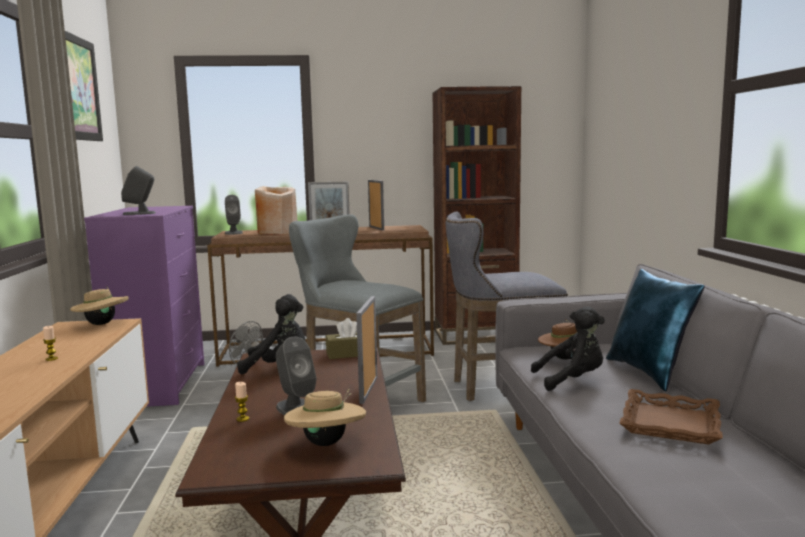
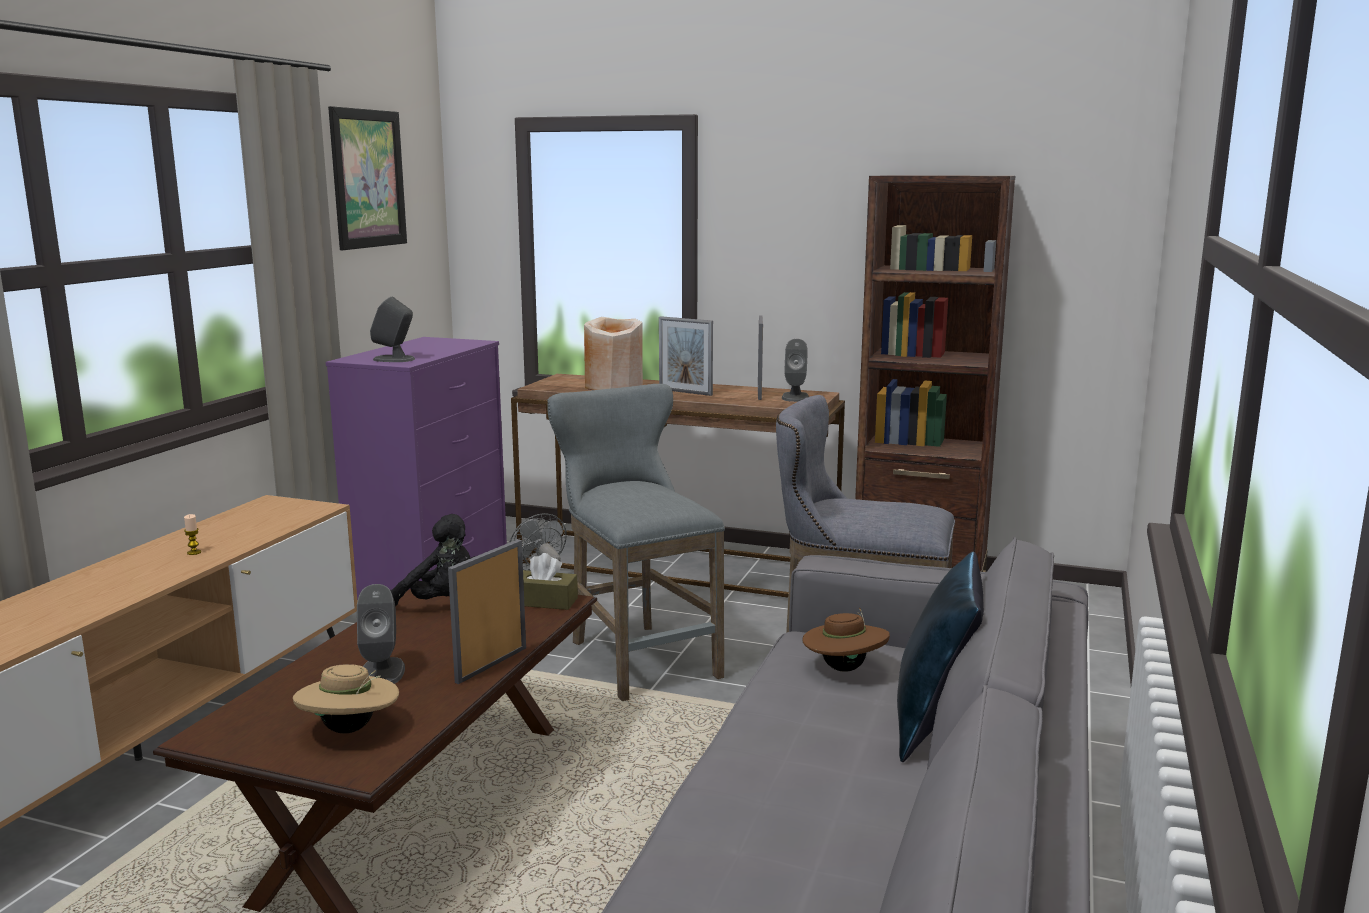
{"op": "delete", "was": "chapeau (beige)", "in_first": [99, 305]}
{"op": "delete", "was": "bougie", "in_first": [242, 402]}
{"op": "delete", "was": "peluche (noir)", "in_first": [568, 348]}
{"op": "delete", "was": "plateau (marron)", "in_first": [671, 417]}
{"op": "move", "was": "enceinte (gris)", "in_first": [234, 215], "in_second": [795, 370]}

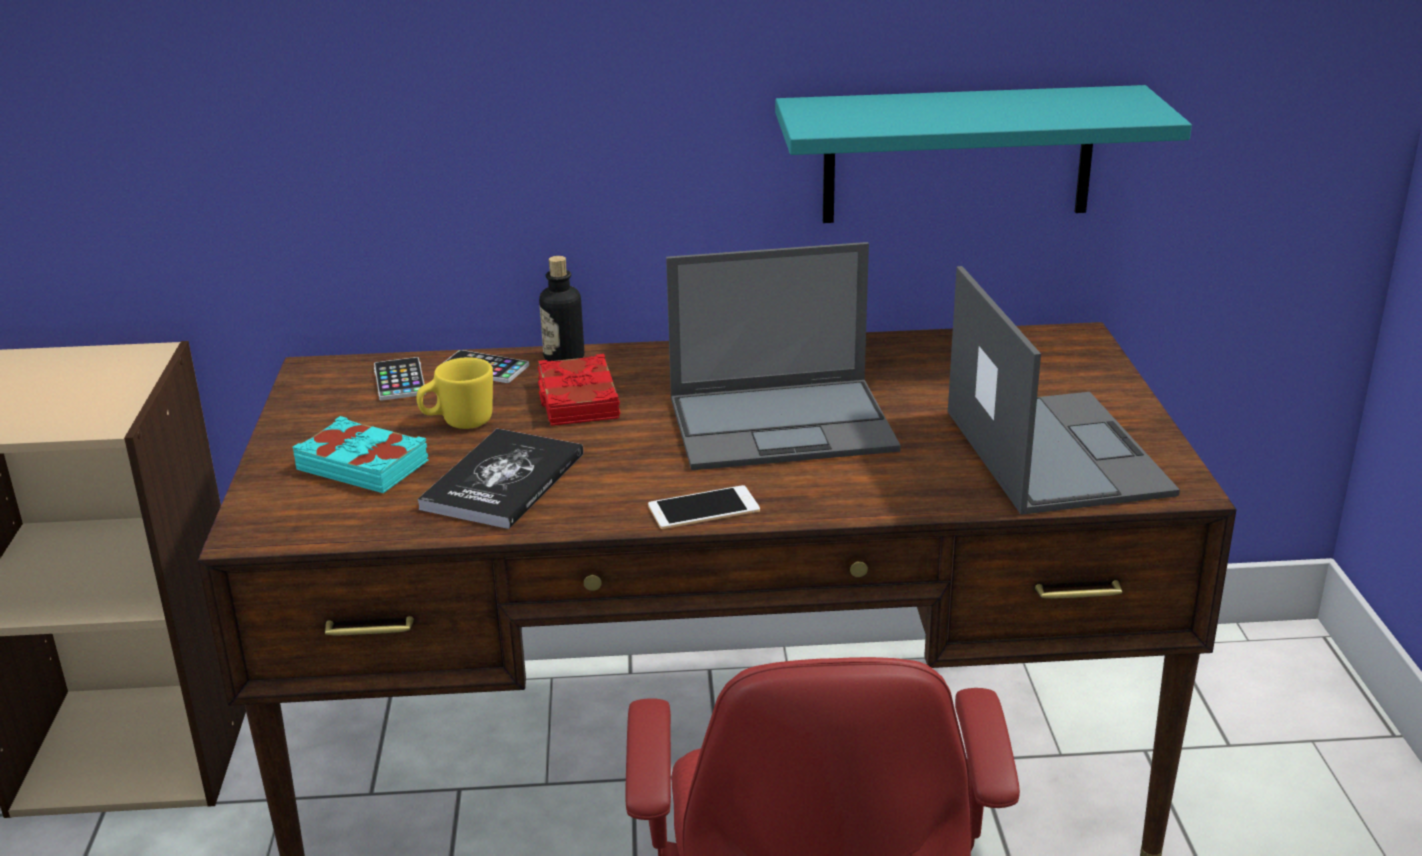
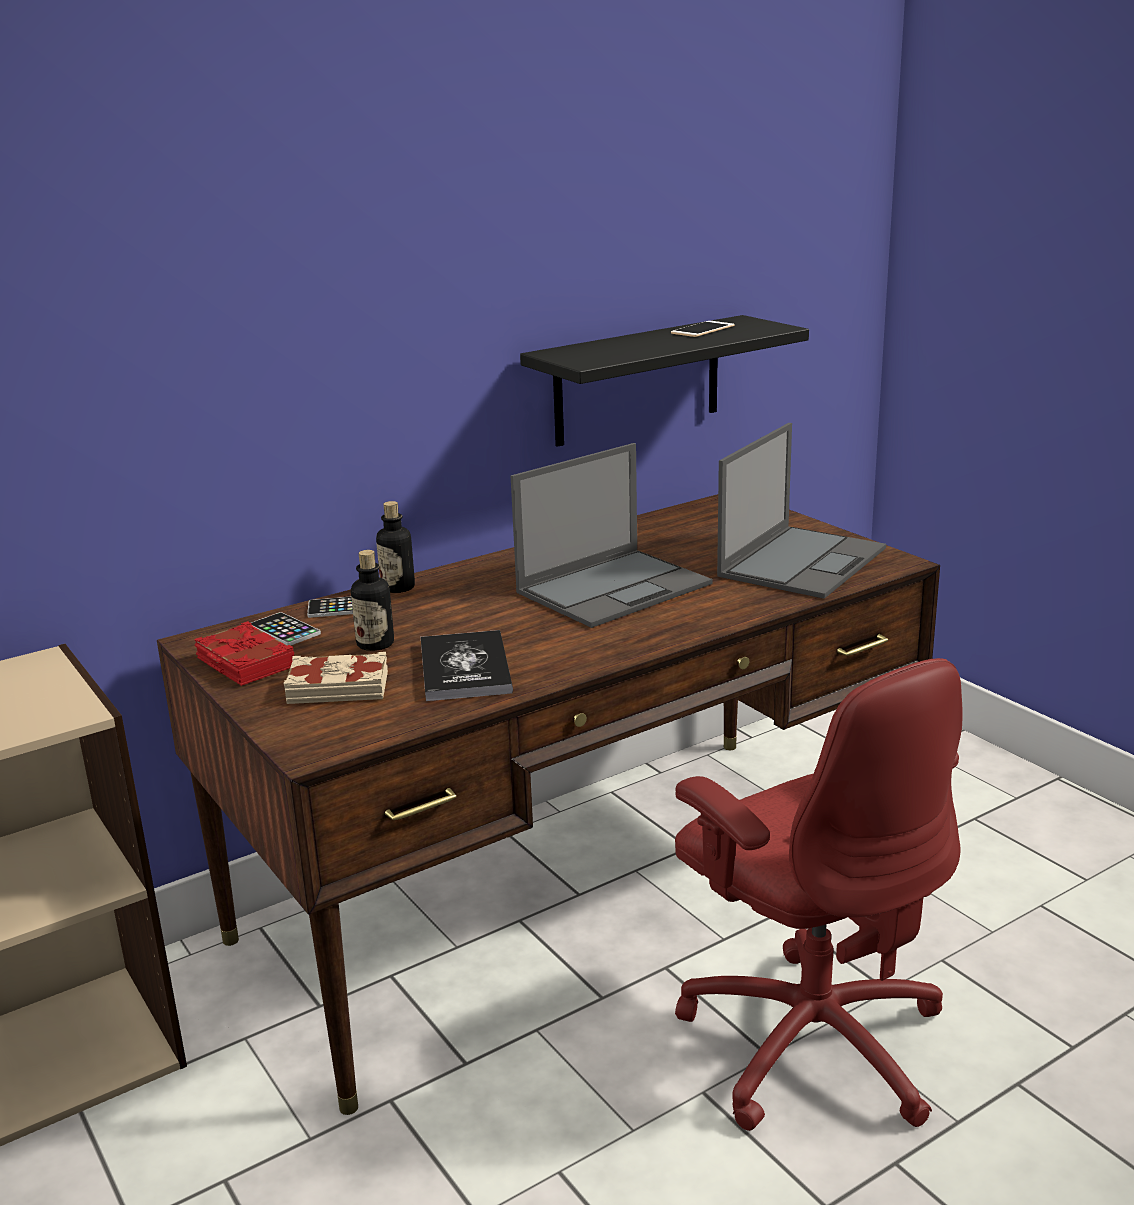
{"op": "move", "was": "livre (rouge)", "in_first": [579, 390], "in_second": [244, 653]}
{"op": "move", "was": "téléphone", "in_first": [704, 507], "in_second": [702, 329]}
{"op": "replace", "was": "mug (jaune)", "now": "bouteille", "in_first": [454, 393], "in_second": [372, 600]}
{"op": "recolor", "was": "livre (turquoise)", "now": "livre (beige)", "in_first": [360, 454], "in_second": [335, 678]}
{"op": "recolor", "was": "étagère (turquoise)", "now": "étagère (noir)", "in_first": [983, 154], "in_second": [664, 381]}
{"op": "rotate", "was": "ordinateur portable", "in_first": [1064, 390], "in_second": [801, 511], "clockwise": 75}

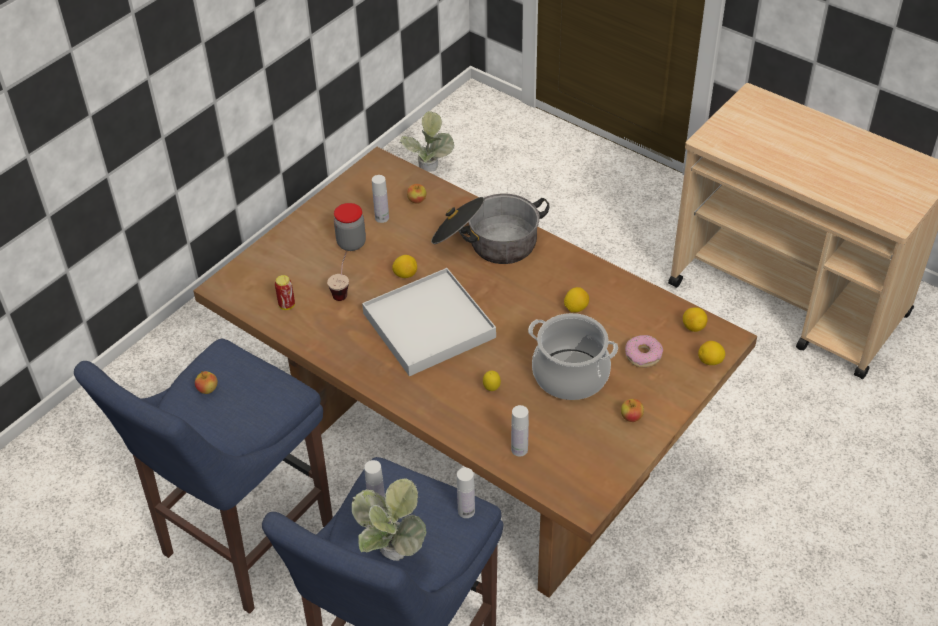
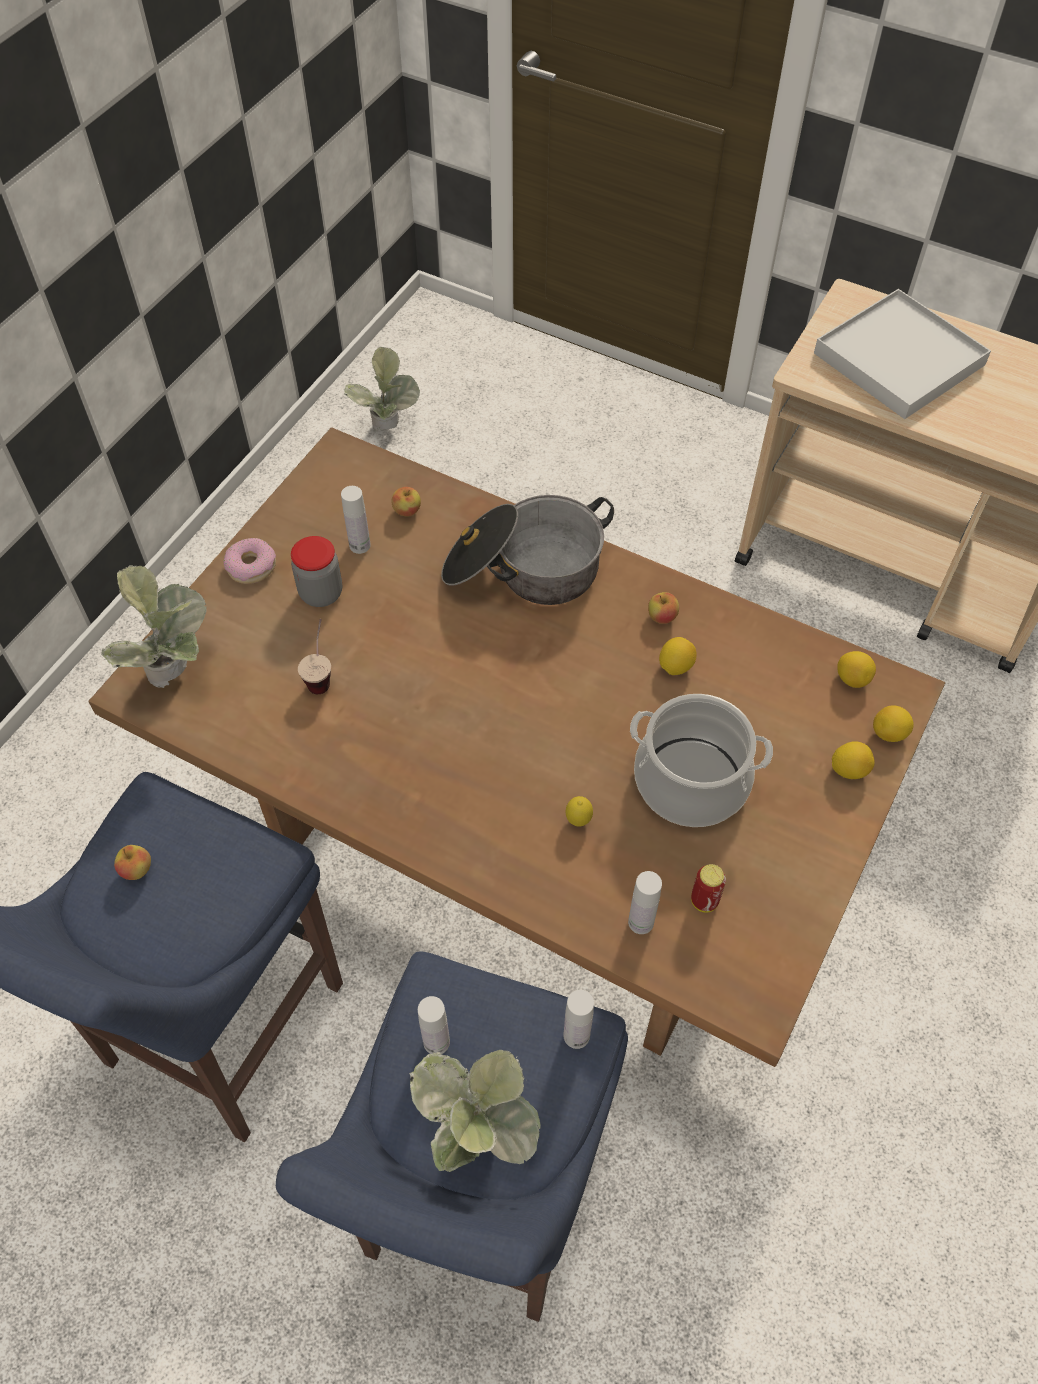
{"op": "insert", "now": "plante en pot", "in_second": [154, 625]}
{"op": "move", "was": "boîte métallique", "in_first": [285, 292], "in_second": [708, 888]}
{"op": "move", "was": "plateau (blanc)", "in_first": [429, 322], "in_second": [902, 354]}
{"op": "move", "was": "citron", "in_first": [404, 266], "in_second": [853, 760]}
{"op": "move", "was": "pomme", "in_first": [632, 410], "in_second": [663, 608]}
{"op": "move", "was": "beignet", "in_first": [644, 351], "in_second": [249, 561]}

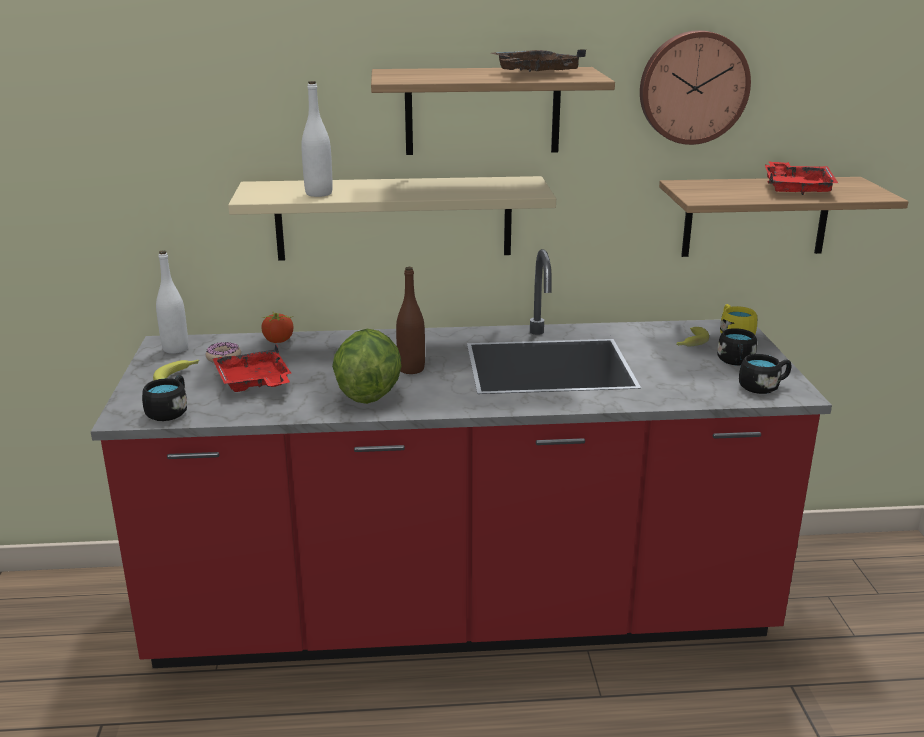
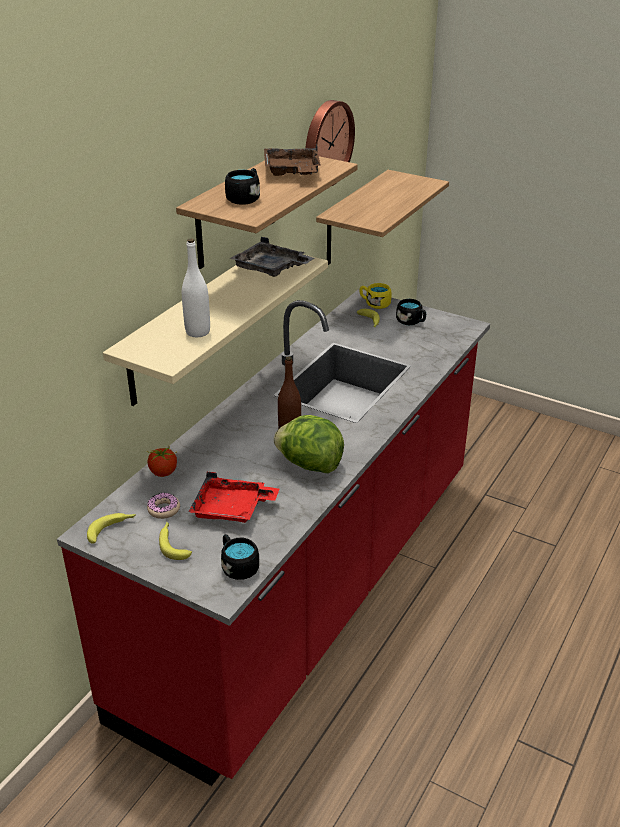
{"op": "delete", "was": "plateau (rouge)", "in_first": [801, 178]}
{"op": "insert", "now": "plateau (gris)", "in_second": [272, 256]}
{"op": "move", "was": "mug (noir)", "in_first": [765, 374], "in_second": [242, 186]}
{"op": "replace", "was": "bouteille (blanc)", "now": "banane", "in_first": [172, 302], "in_second": [111, 528]}

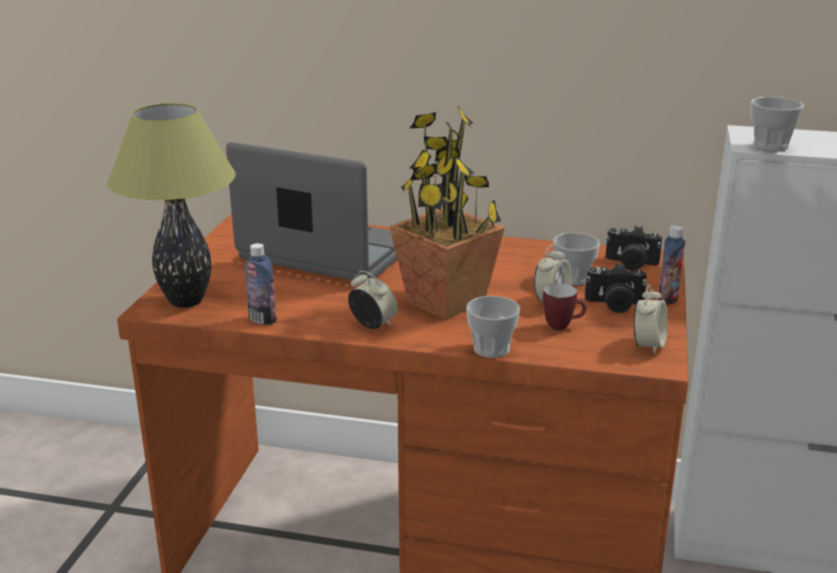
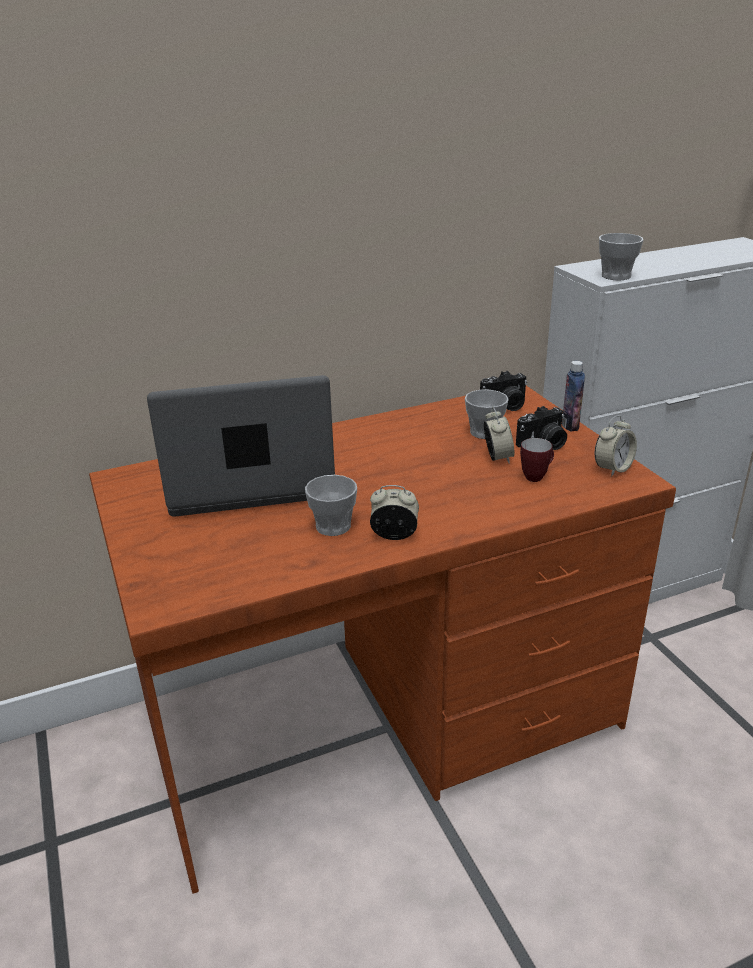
{"op": "delete", "was": "lampe de table", "in_first": [172, 205]}
{"op": "delete", "was": "bouteille", "in_first": [260, 284]}
{"op": "delete", "was": "plante en pot", "in_first": [447, 213]}
{"op": "move", "was": "tasse", "in_first": [493, 327], "in_second": [331, 505]}
{"op": "rotate", "was": "réveil", "in_first": [651, 320], "in_second": [616, 446], "clockwise": 60}

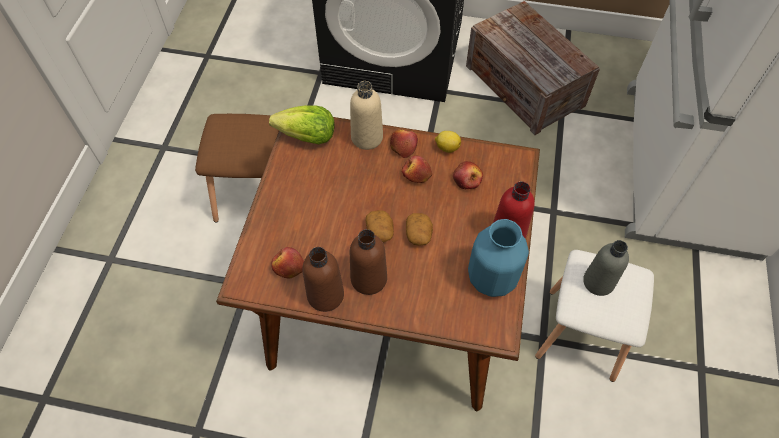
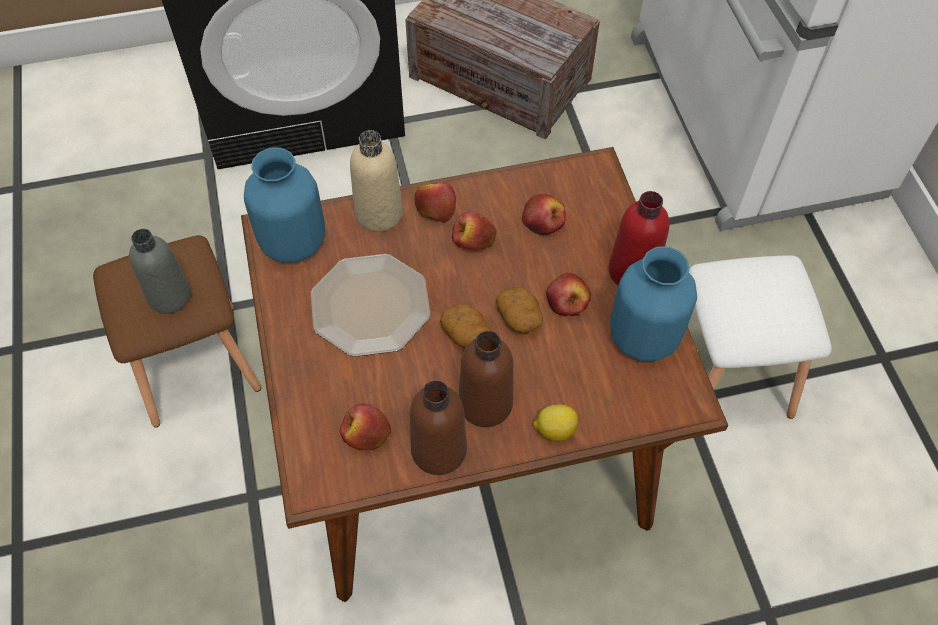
{"op": "insert", "now": "assiette", "in_second": [370, 305]}
{"op": "insert", "now": "pomme", "in_second": [568, 294]}
{"op": "move", "was": "citron", "in_first": [448, 142], "in_second": [555, 422]}
{"op": "move", "was": "bouteille (gris)", "in_first": [606, 268], "in_second": [160, 271]}
{"op": "replace", "was": "laitue", "now": "vase (bleu)", "in_first": [302, 124], "in_second": [284, 205]}

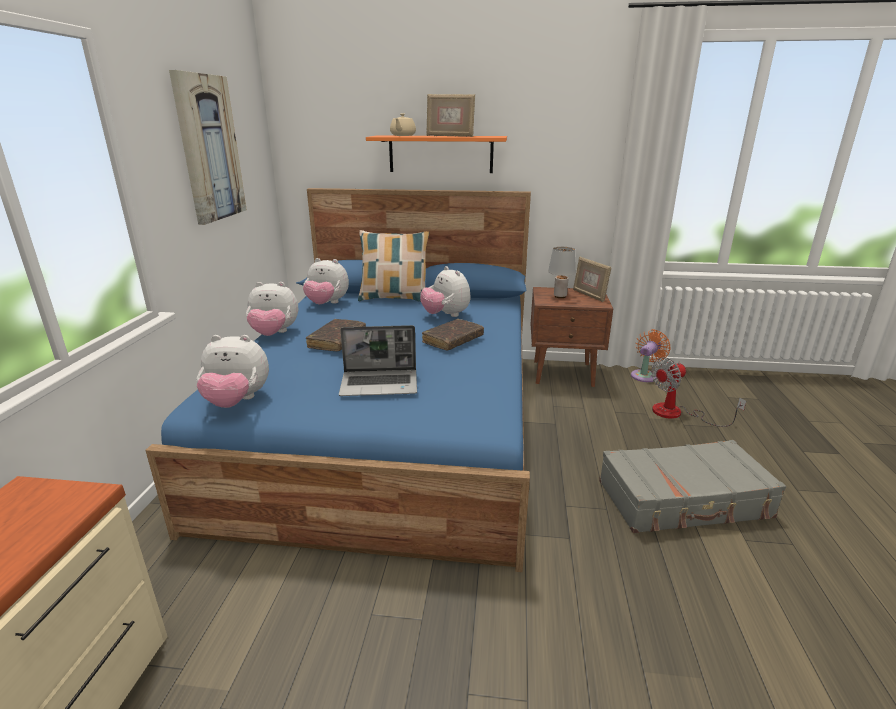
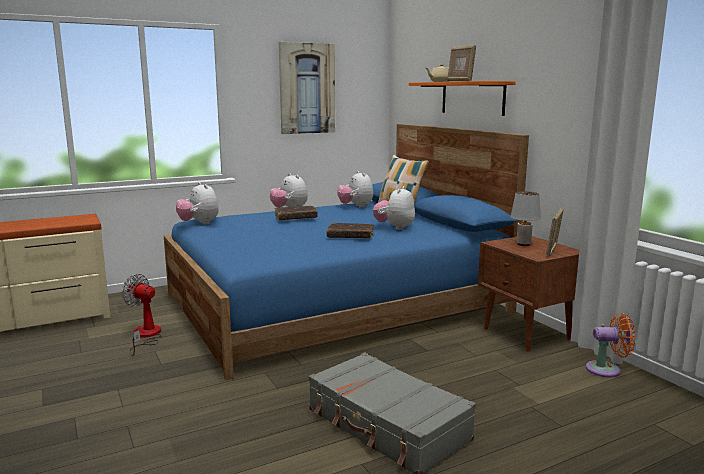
{"op": "delete", "was": "ordinateur portable", "in_first": [378, 360]}
{"op": "move", "was": "ventilateur", "in_first": [698, 392], "in_second": [142, 315]}

